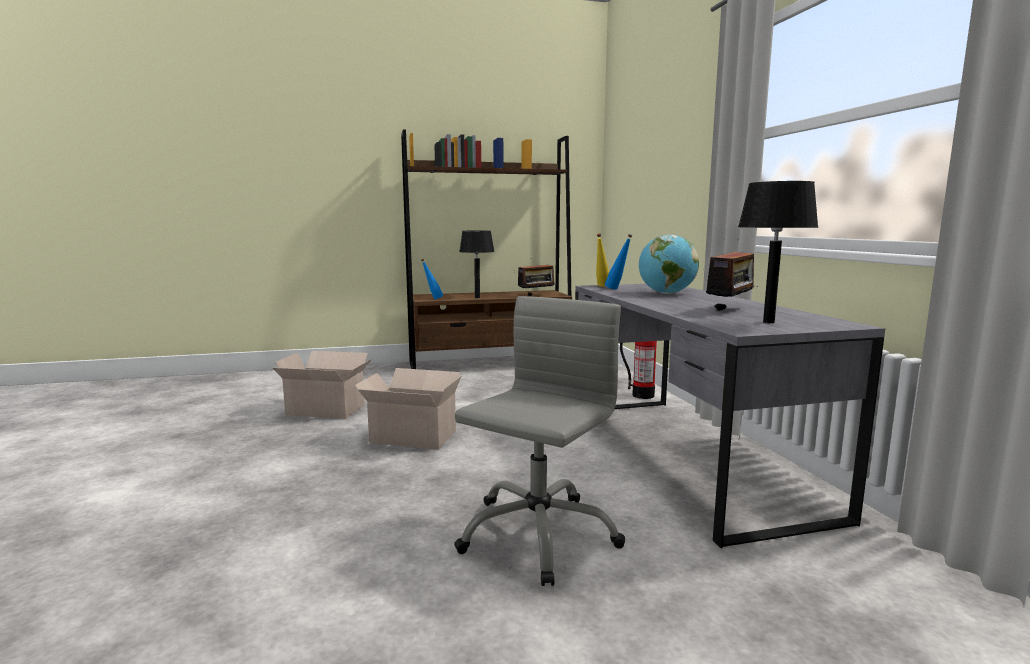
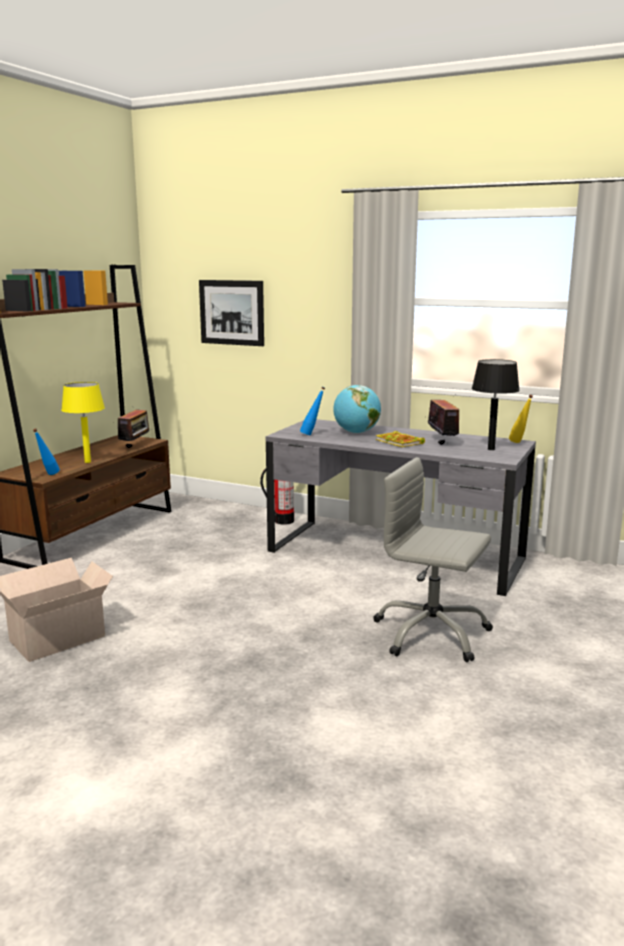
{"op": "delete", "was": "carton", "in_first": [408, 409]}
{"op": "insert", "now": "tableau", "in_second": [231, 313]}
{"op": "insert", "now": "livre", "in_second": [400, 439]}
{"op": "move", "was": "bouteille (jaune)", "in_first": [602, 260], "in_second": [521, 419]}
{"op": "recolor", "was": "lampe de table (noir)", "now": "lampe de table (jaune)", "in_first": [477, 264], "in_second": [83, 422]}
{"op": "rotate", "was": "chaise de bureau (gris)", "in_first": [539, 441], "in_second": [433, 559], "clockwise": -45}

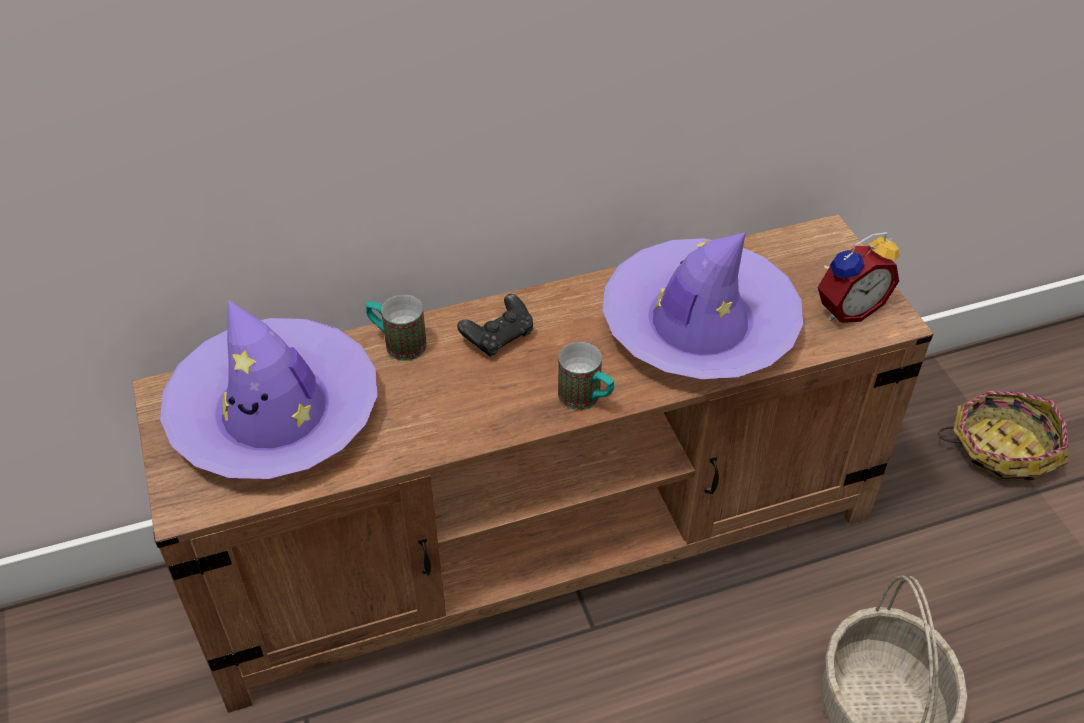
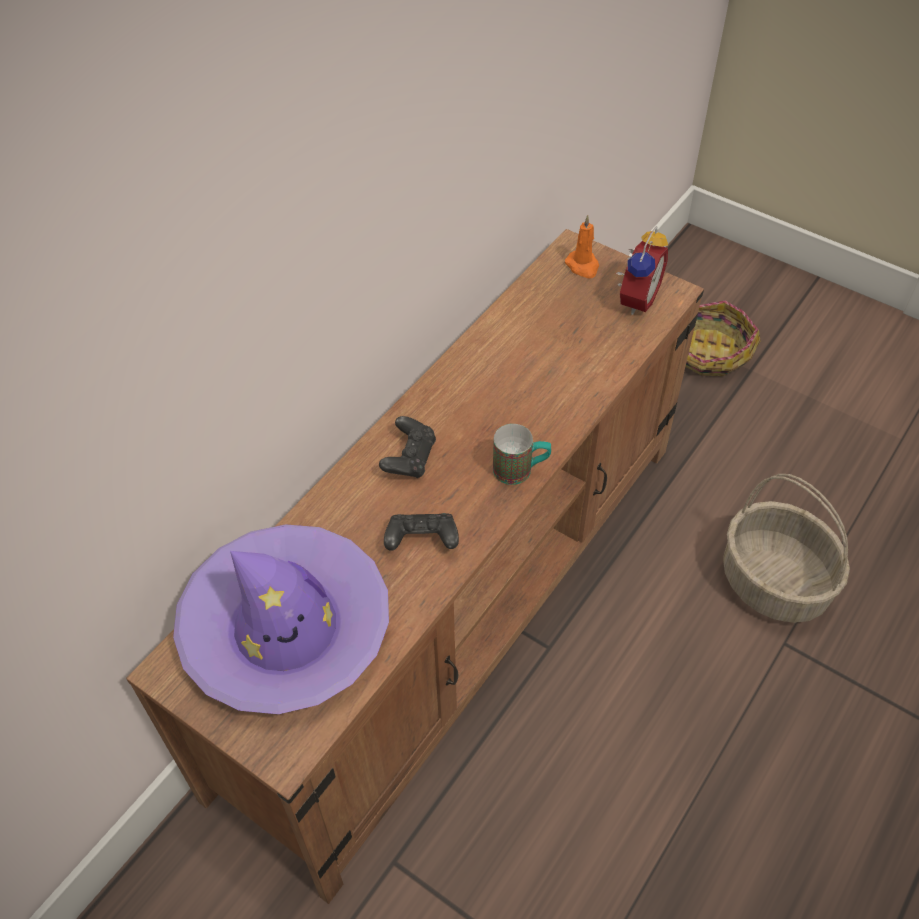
{"op": "delete", "was": "mug", "in_first": [396, 328]}
{"op": "delete", "was": "chapeau (violet)", "in_first": [702, 306]}
{"op": "insert", "now": "manette (noir)", "in_second": [421, 532]}
{"op": "insert", "now": "bougie (orange)", "in_second": [582, 246]}

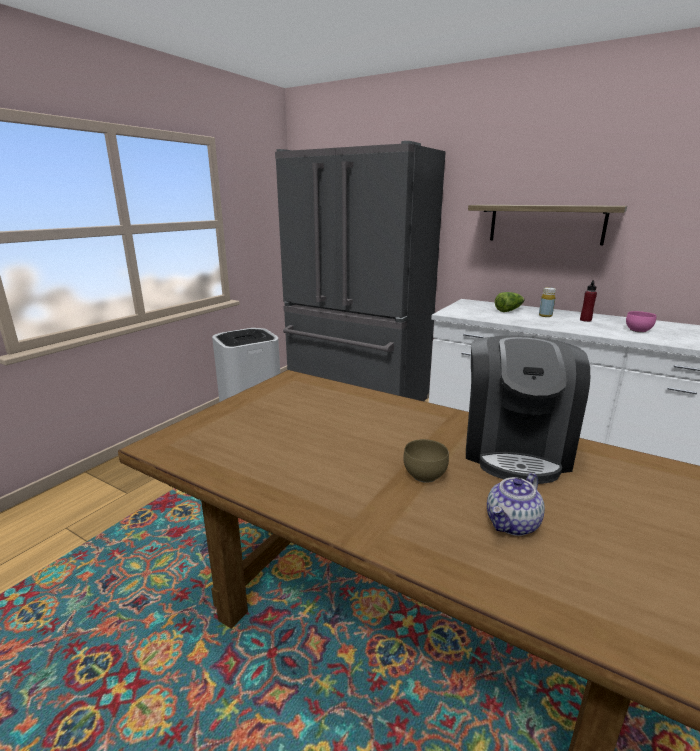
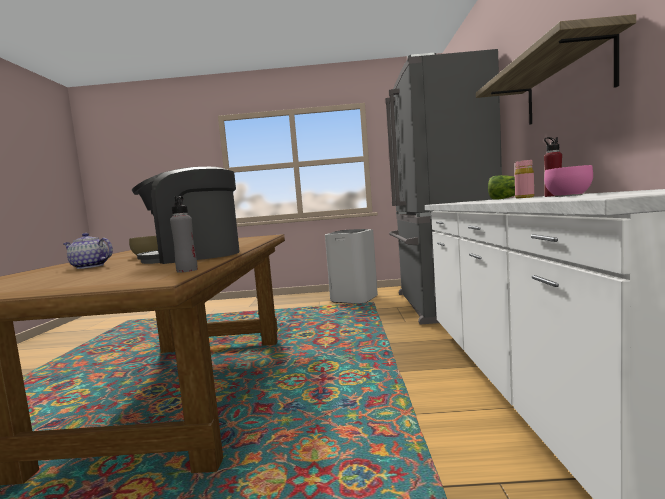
{"op": "insert", "now": "bouteille (gris)", "in_second": [184, 234]}
{"op": "recolor", "was": "bouteille (jaune)", "now": "bouteille (rose)", "in_first": [547, 302], "in_second": [524, 179]}

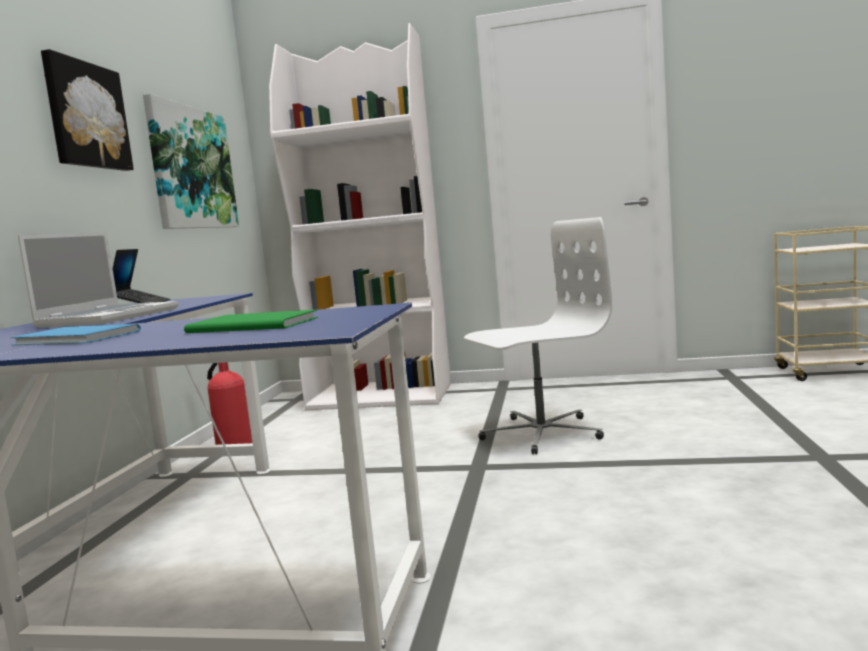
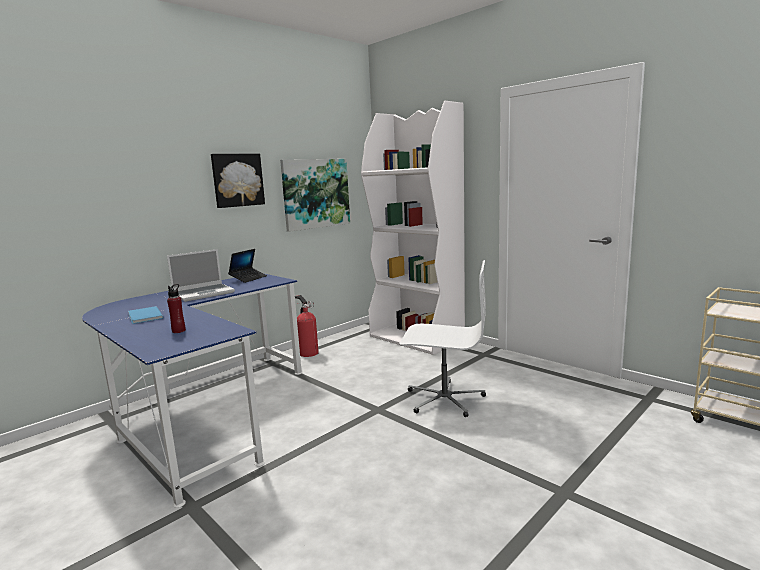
{"op": "replace", "was": "livre (vert)", "now": "bouteille (rouge)", "in_first": [251, 321], "in_second": [176, 308]}

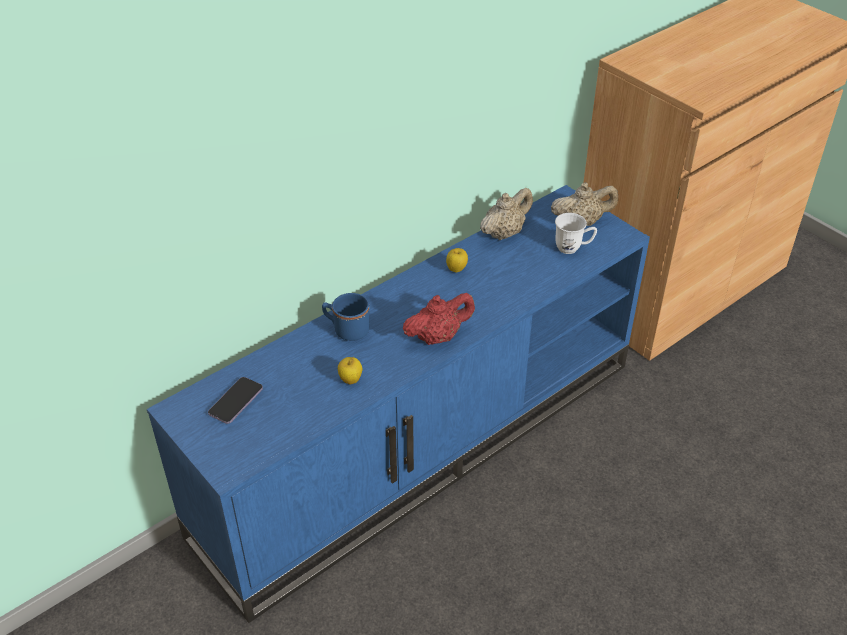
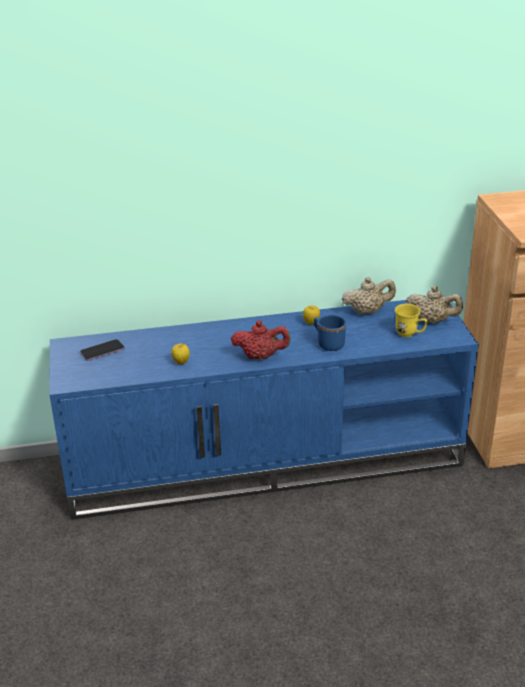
{"op": "move", "was": "mug (bleu)", "in_first": [346, 317], "in_second": [330, 333]}
{"op": "recolor", "was": "mug (blanc)", "now": "mug (jaune)", "in_first": [576, 233], "in_second": [411, 320]}

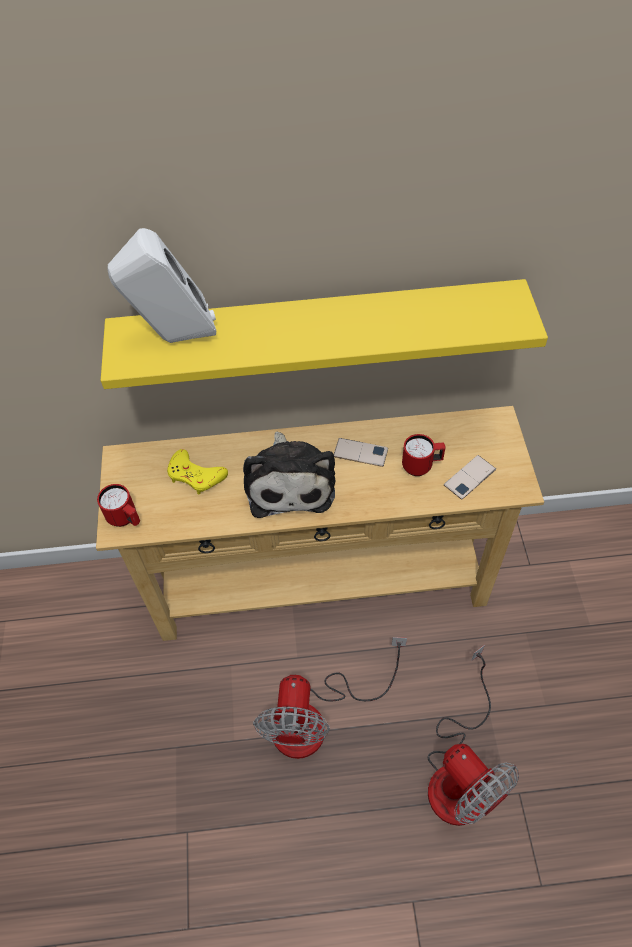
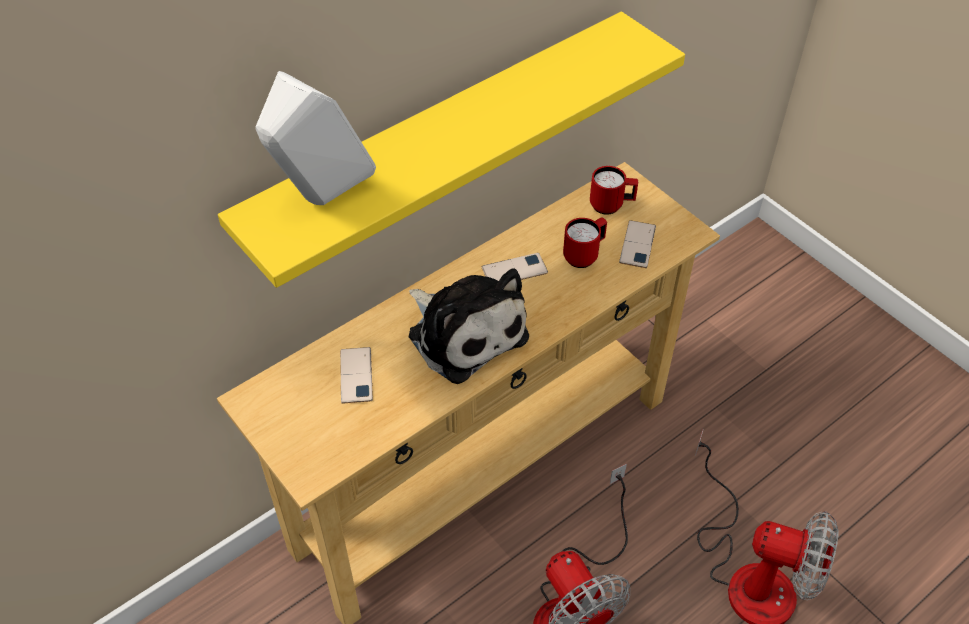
{"op": "move", "was": "mug (rouge)", "in_first": [118, 505], "in_second": [614, 190]}
{"op": "replace", "was": "manette (jaune)", "now": "téléphone", "in_first": [197, 472], "in_second": [356, 375]}

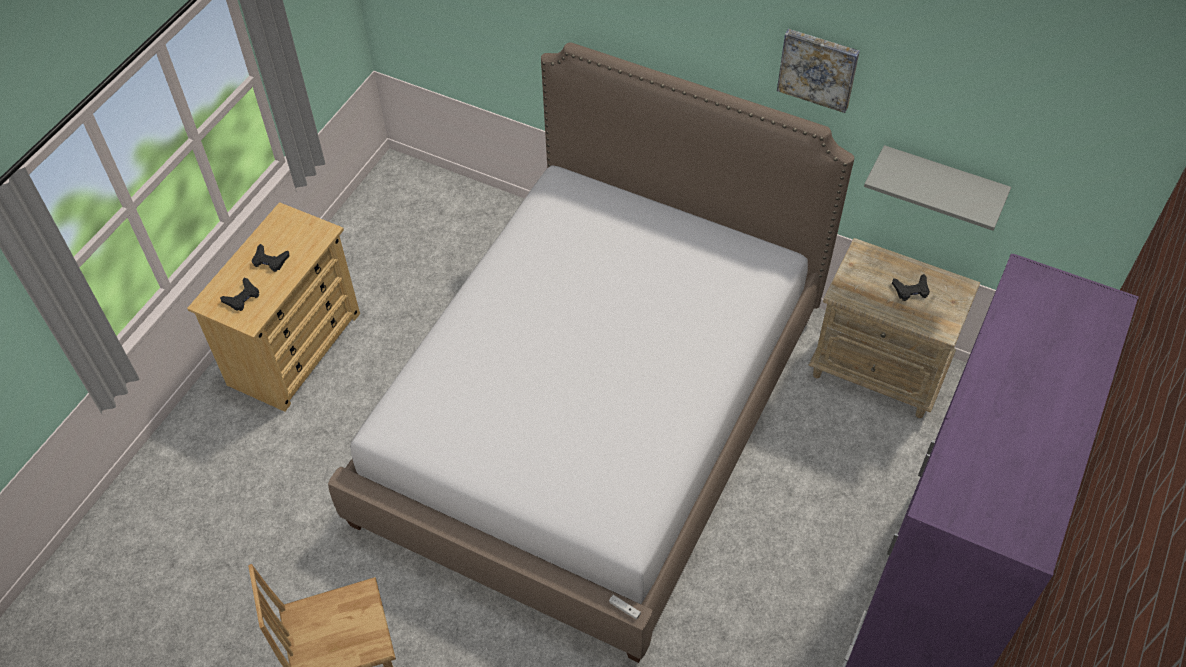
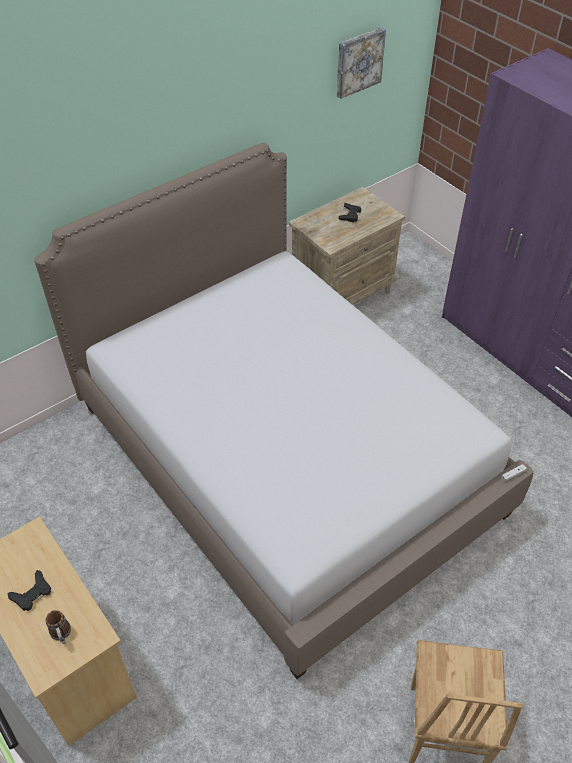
{"op": "delete", "was": "étagère (gris)", "in_first": [937, 188]}
{"op": "move", "was": "tableau", "in_first": [818, 71], "in_second": [361, 63]}
{"op": "replace", "was": "manette (noir)", "now": "mug", "in_first": [239, 294], "in_second": [58, 627]}

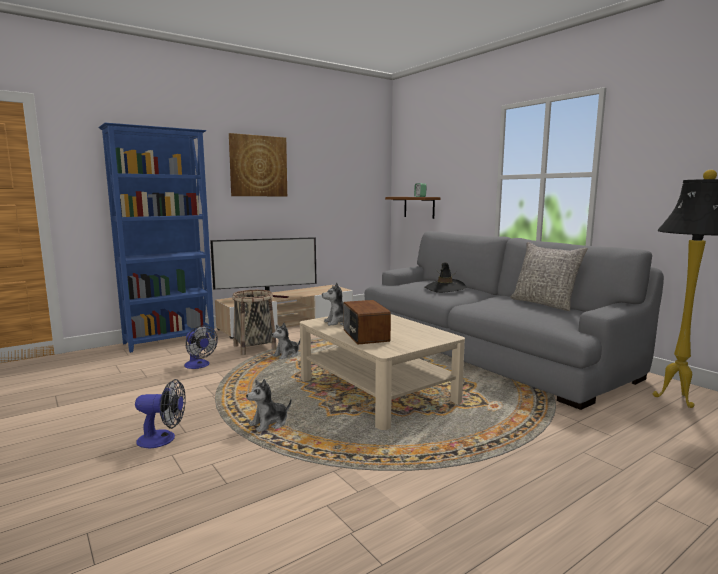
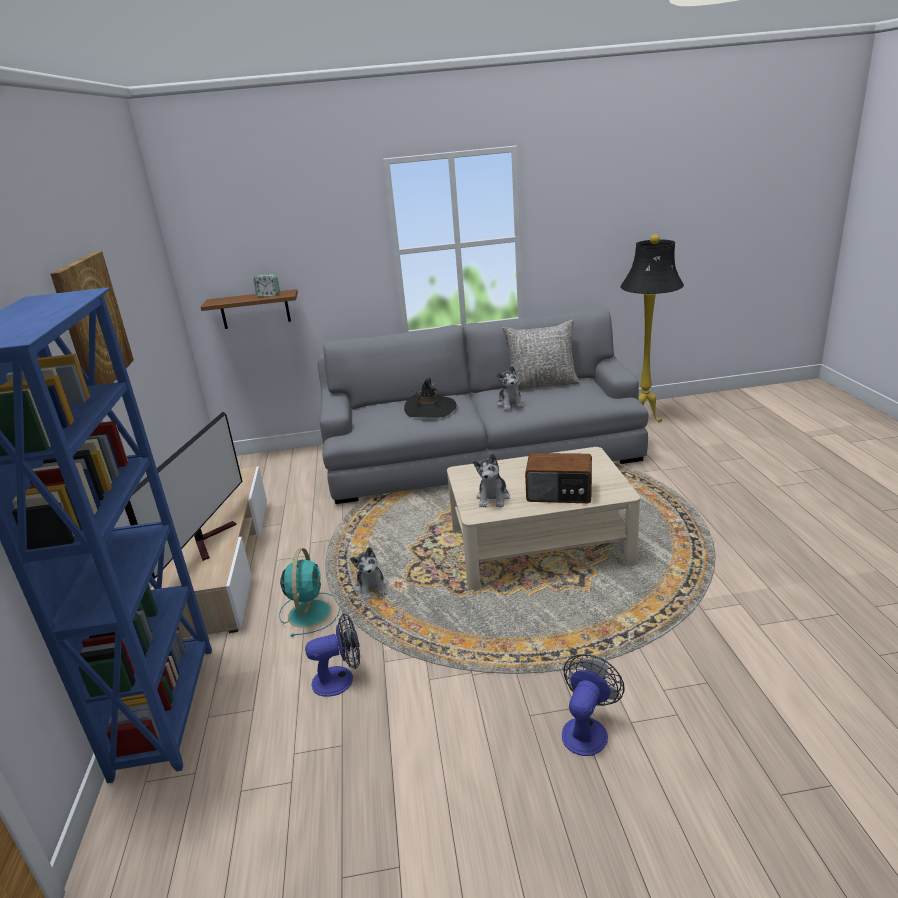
{"op": "move", "was": "peluche", "in_first": [268, 405], "in_second": [510, 388]}
{"op": "replace", "was": "panier", "now": "ventilateur (turquoise)", "in_first": [254, 322], "in_second": [309, 592]}

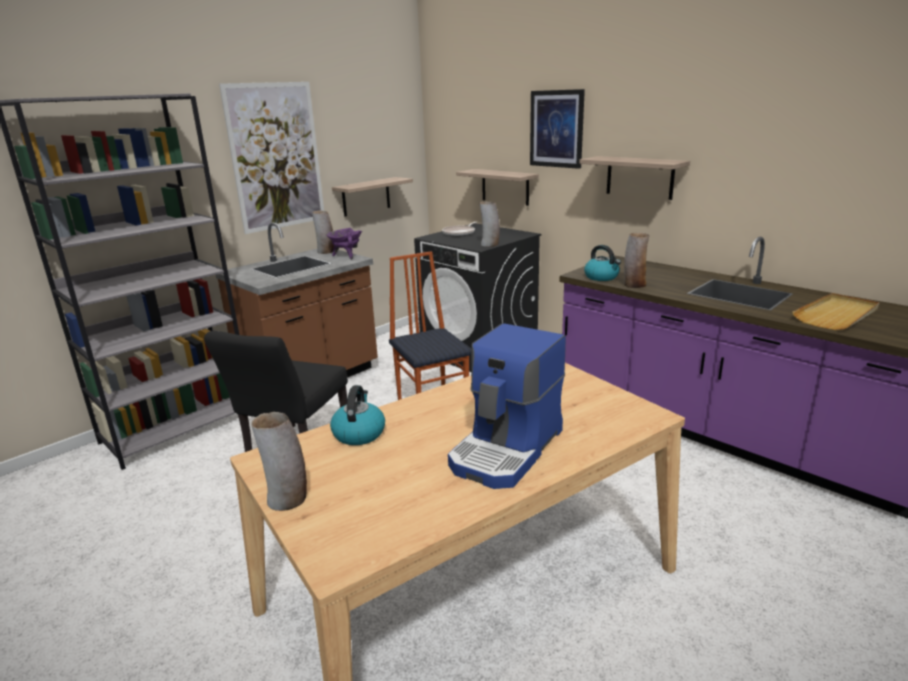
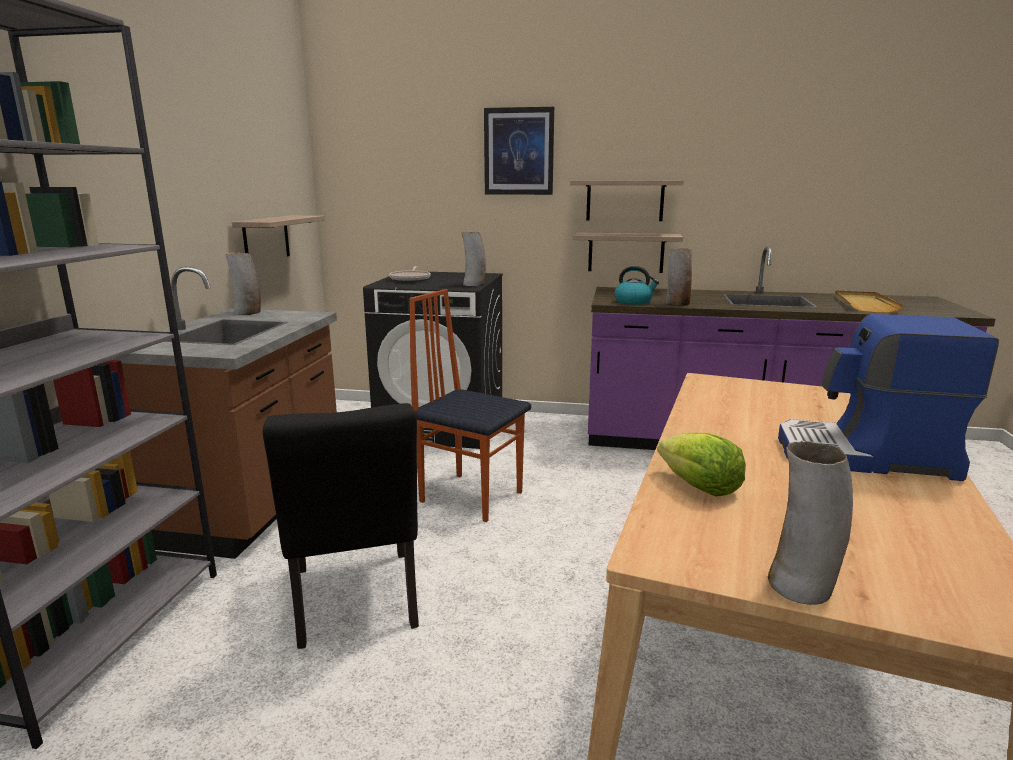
{"op": "delete", "was": "tableau", "in_first": [271, 158]}
{"op": "delete", "was": "marmite (violet)", "in_first": [344, 243]}
{"op": "move", "was": "étagère", "in_first": [497, 187], "in_second": [627, 252]}
{"op": "replace", "was": "bouilloire", "now": "laitue", "in_first": [357, 415], "in_second": [701, 465]}
{"op": "rotate", "was": "machine à café", "in_first": [507, 406], "in_second": [888, 397], "clockwise": 105}

